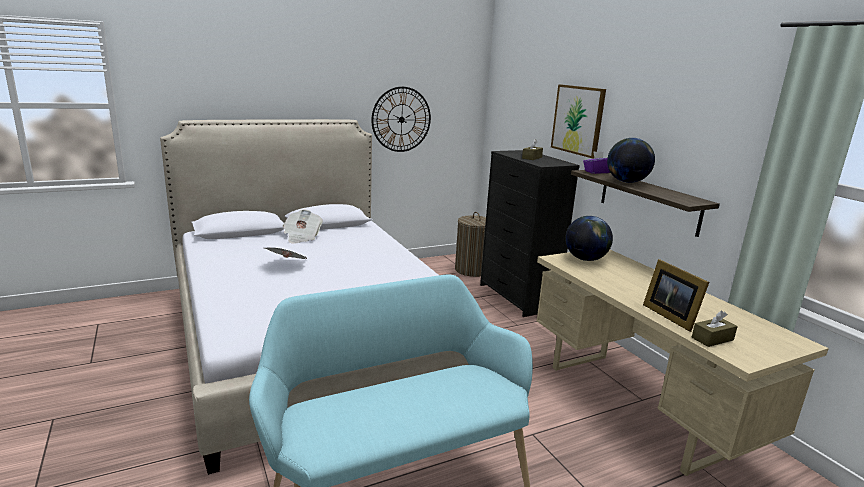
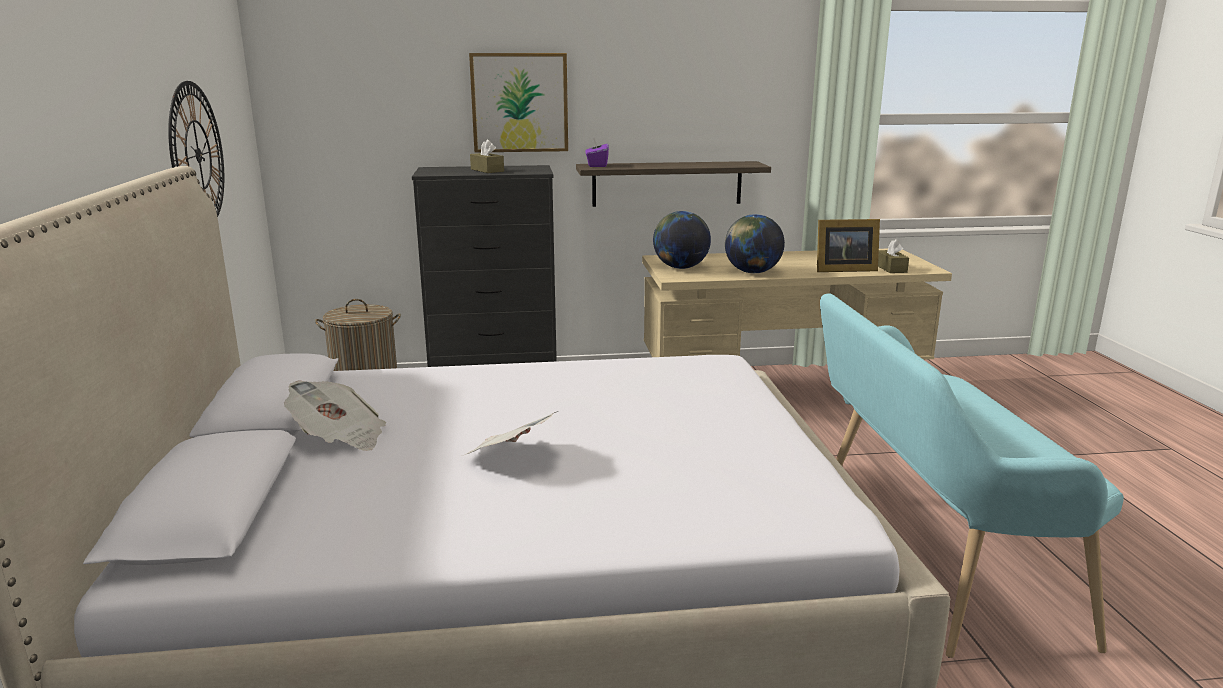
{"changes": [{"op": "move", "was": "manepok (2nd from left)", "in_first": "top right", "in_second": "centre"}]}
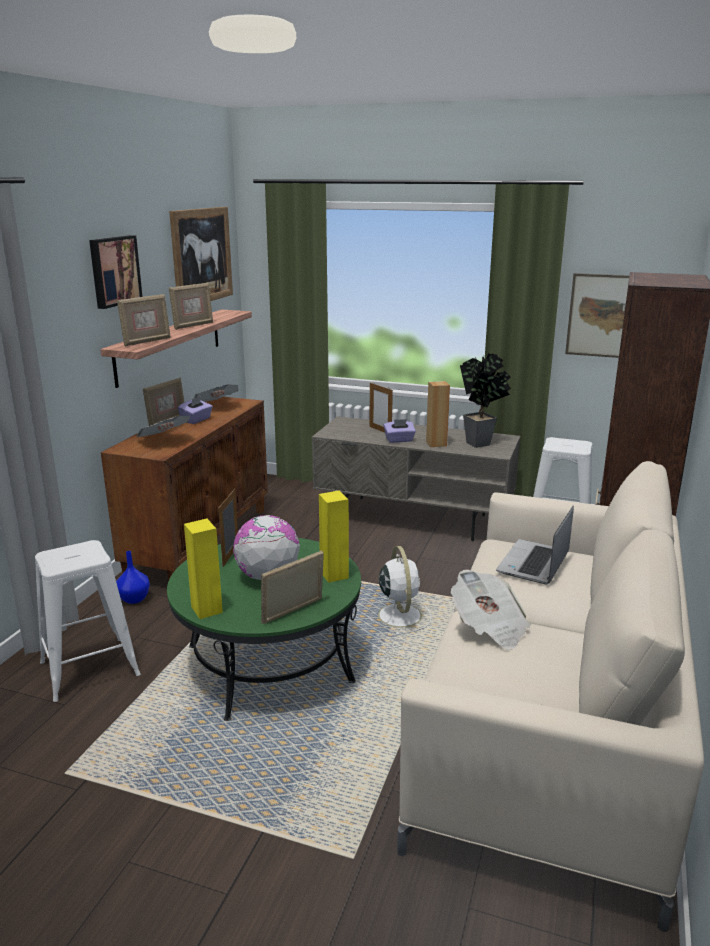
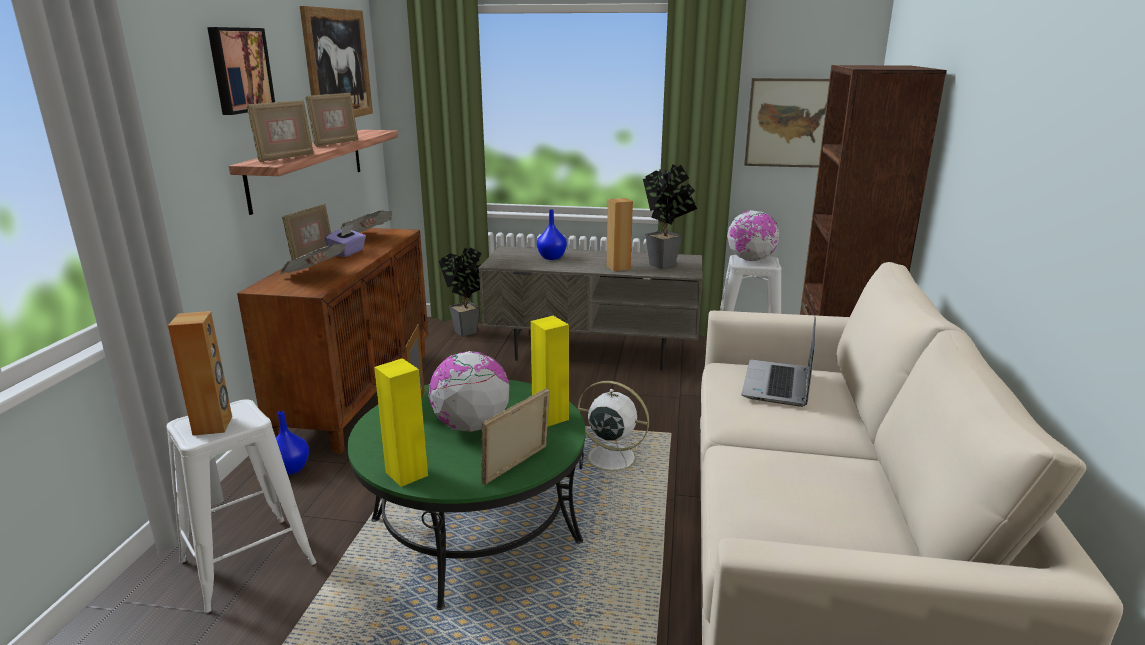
{"changes": [{"op": "delete", "was": "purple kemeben (2nd from left)", "in_first": "centre"}, {"op": "delete", "was": "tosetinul (3rd from left)", "in_first": "middle right"}, {"op": "insert", "now": "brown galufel (1st from left)", "in_second": "middle left"}, {"op": "insert", "now": "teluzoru (1st from left)", "in_second": "centre"}, {"op": "insert", "now": "manepok (2nd from left)", "in_second": "centre"}, {"op": "replace", "was": "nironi (6th from left)", "now": "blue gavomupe (2nd from left)", "in_first": "centre", "in_second": "centre"}, {"op": "rotate", "was": "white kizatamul", "in_first": "centre", "in_second": "centre", "clockwise": -45}]}
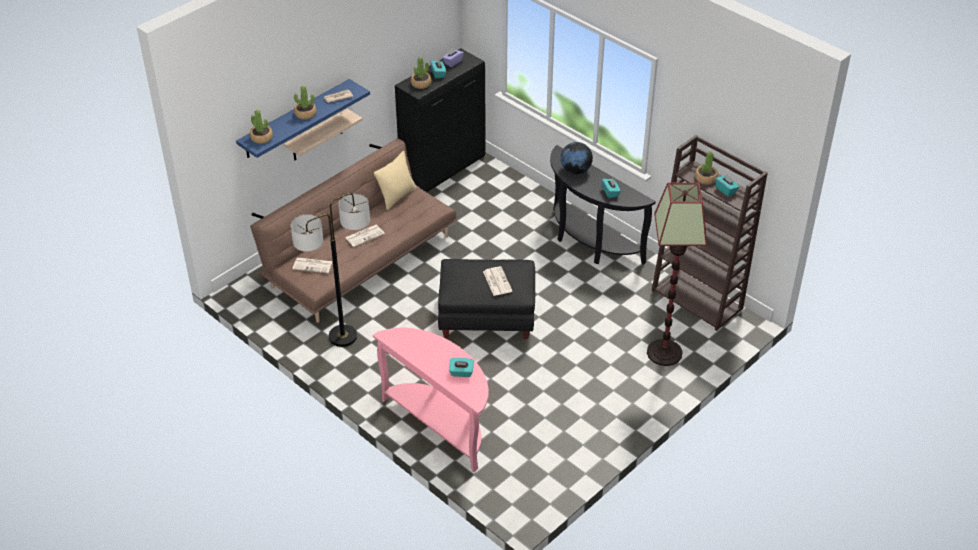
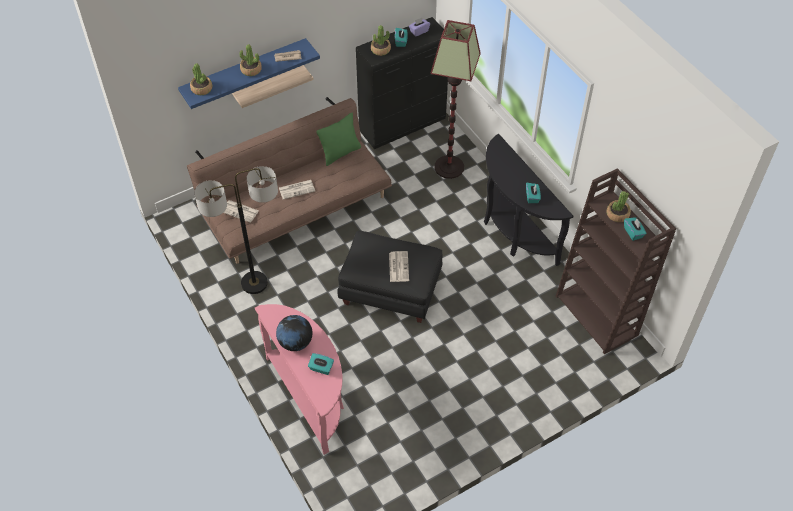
{"changes": [{"op": "move", "was": "manepok", "in_first": "top centre", "in_second": "centre"}, {"op": "move", "was": "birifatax (2nd from left)", "in_first": "middle right", "in_second": "top centre"}, {"op": "recolor", "was": "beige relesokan", "now": "green relesokan", "in_first": "top centre", "in_second": "top centre"}]}
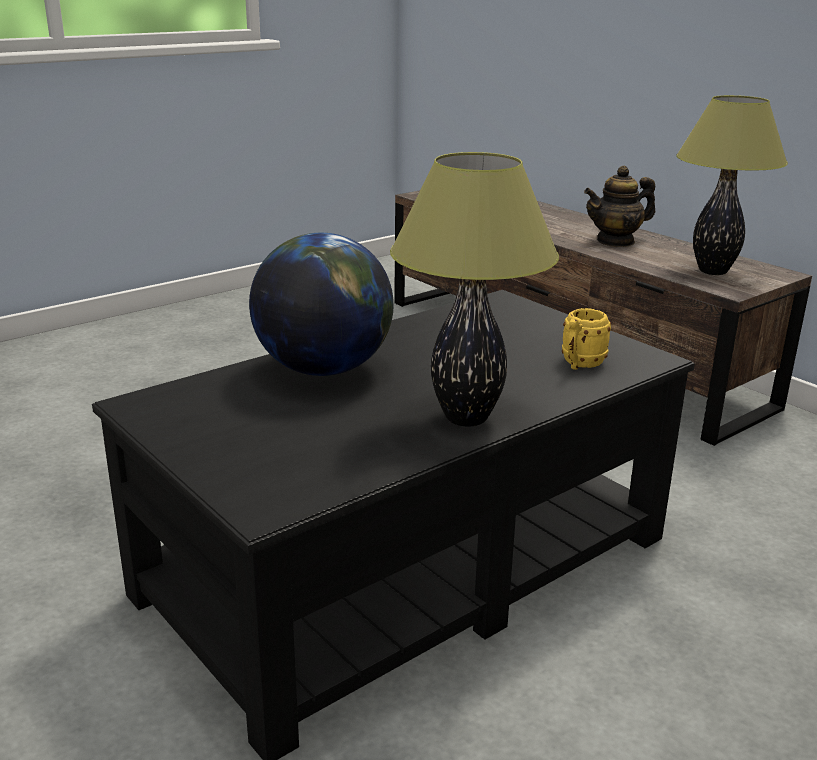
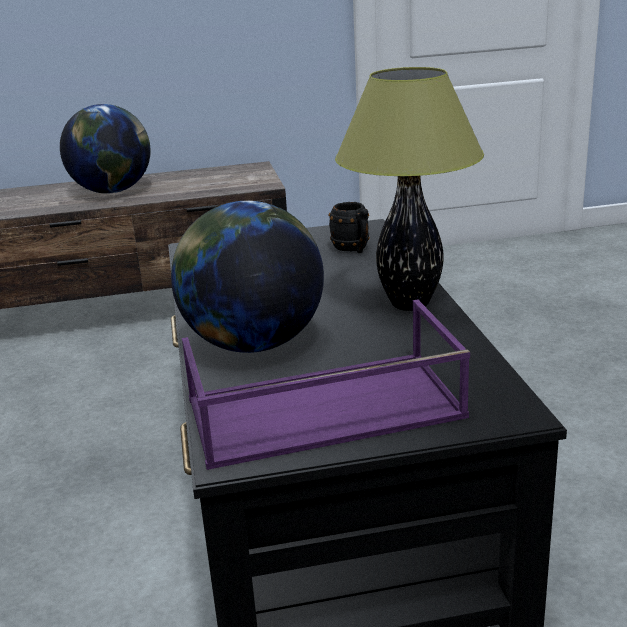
{"changes": [{"op": "delete", "was": "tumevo (2nd from left)", "in_first": "top right"}, {"op": "insert", "now": "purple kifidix", "in_second": "centre"}, {"op": "replace", "was": "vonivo", "now": "manepok (1st from left)", "in_first": "top right", "in_second": "top left"}, {"op": "recolor", "was": "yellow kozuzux", "now": "black kozuzux", "in_first": "middle right", "in_second": "centre"}]}
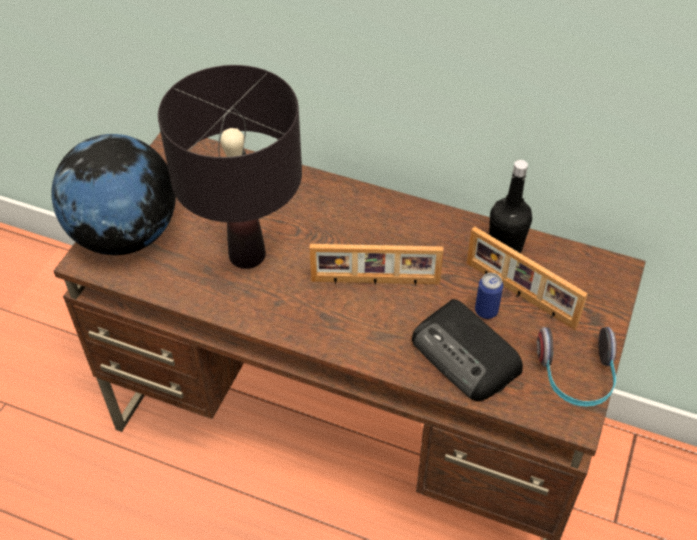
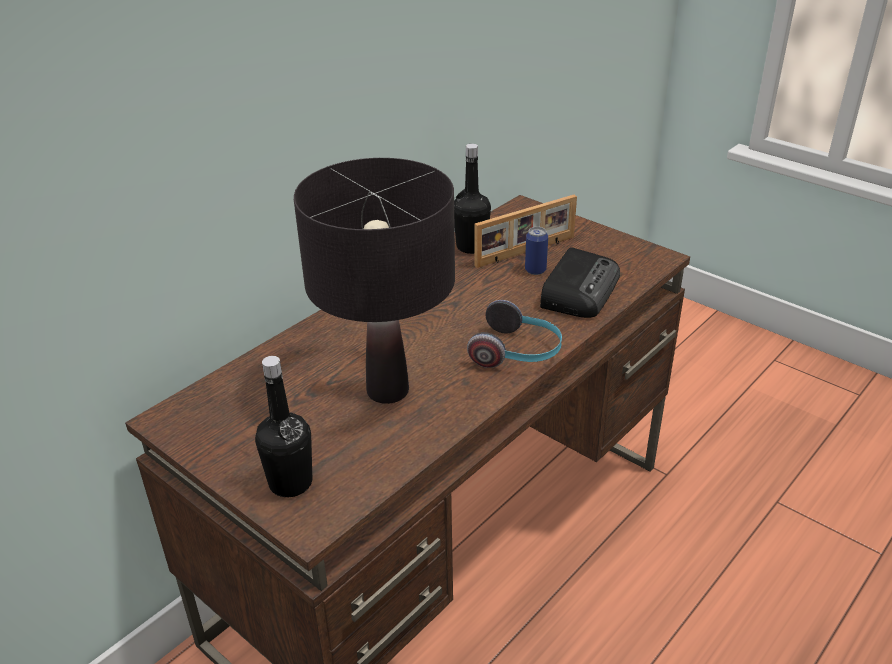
{"changes": [{"op": "delete", "was": "nironi (1st from left)", "in_first": "centre"}, {"op": "move", "was": "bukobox", "in_first": "bottom right", "in_second": "centre"}, {"op": "replace", "was": "manepok", "now": "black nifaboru (1st from left)", "in_first": "middle left", "in_second": "middle left"}, {"op": "rotate", "was": "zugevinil", "in_first": "middle right", "in_second": "centre", "clockwise": -45}]}
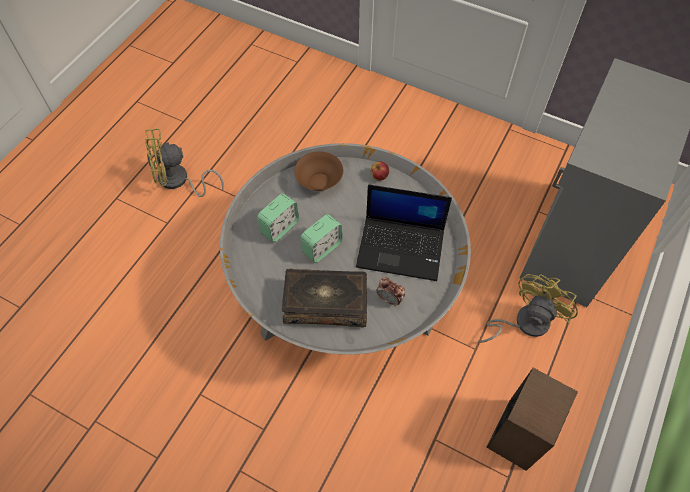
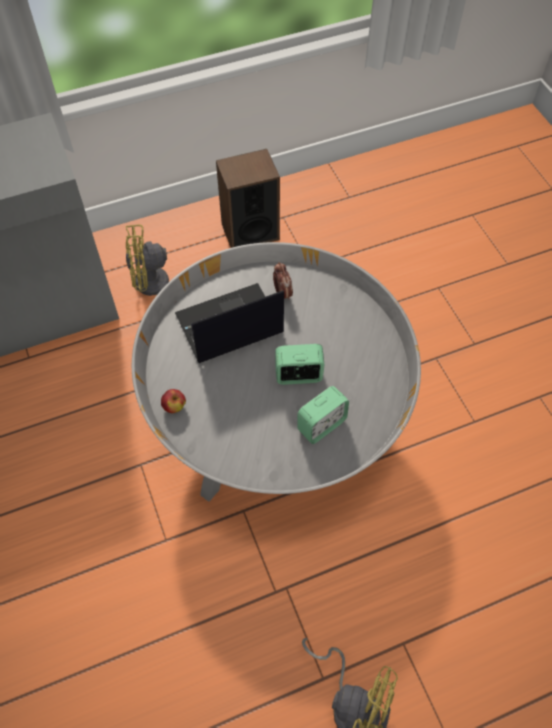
{"changes": [{"op": "delete", "was": "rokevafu", "in_first": "centre"}, {"op": "delete", "was": "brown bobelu", "in_first": "centre"}, {"op": "rotate", "was": "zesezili (1st from left in the first image)", "in_first": "centre", "in_second": "centre", "clockwise": 150}, {"op": "rotate", "was": "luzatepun", "in_first": "centre", "in_second": "centre", "clockwise": -75}]}
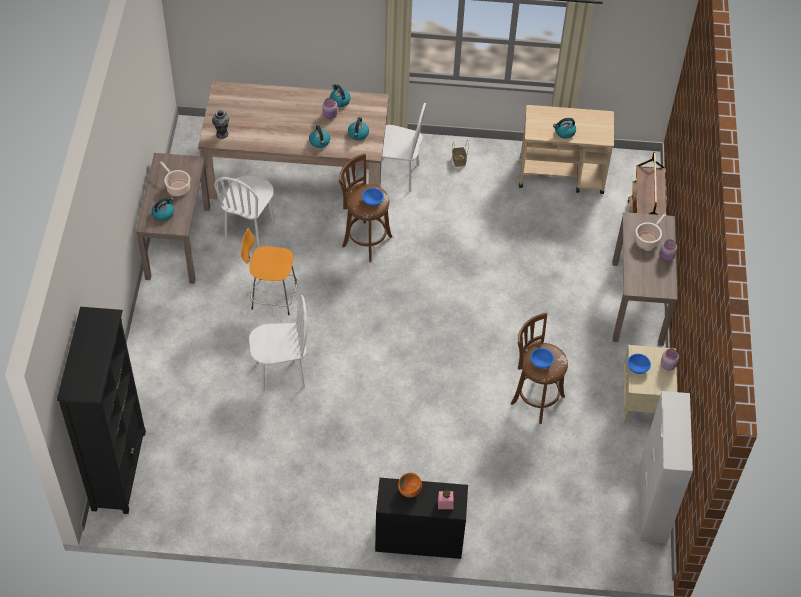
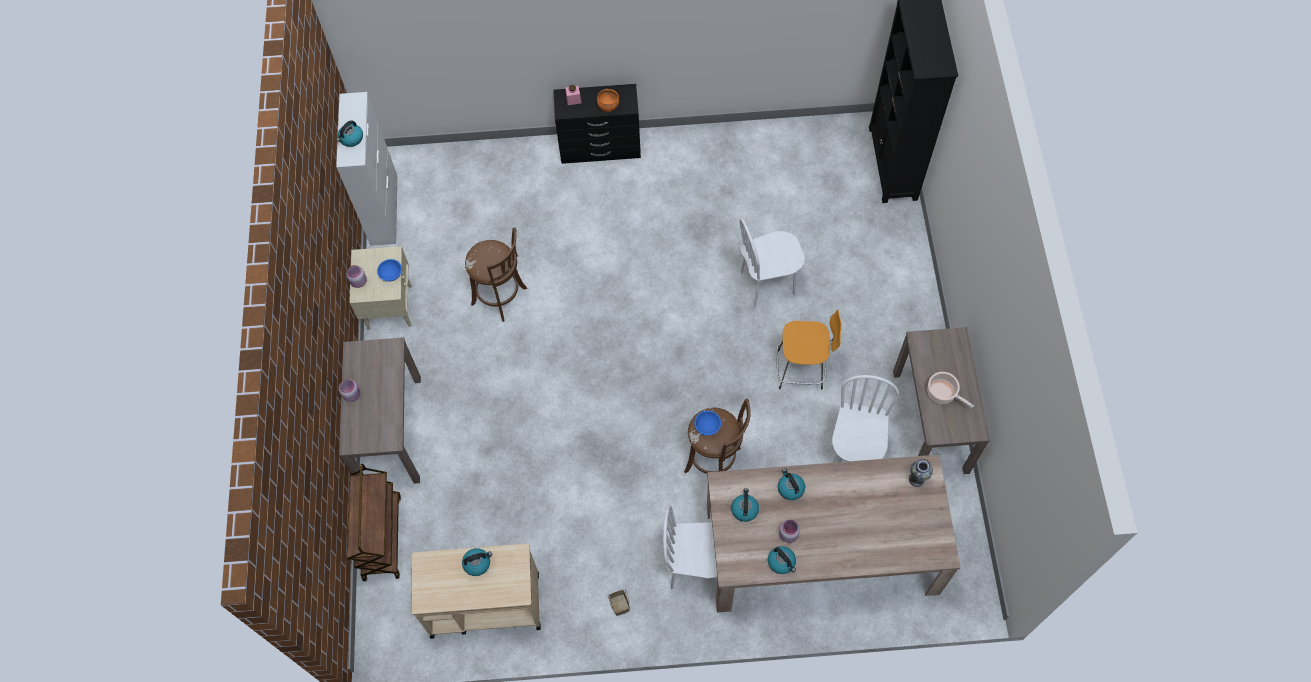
{"changes": [{"op": "delete", "was": "blue bobelu (2nd from left)", "in_first": "middle right"}, {"op": "delete", "was": "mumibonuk (2nd from left)", "in_first": "middle right"}, {"op": "move", "was": "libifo (1st from left)", "in_first": "middle left", "in_second": "top left"}]}
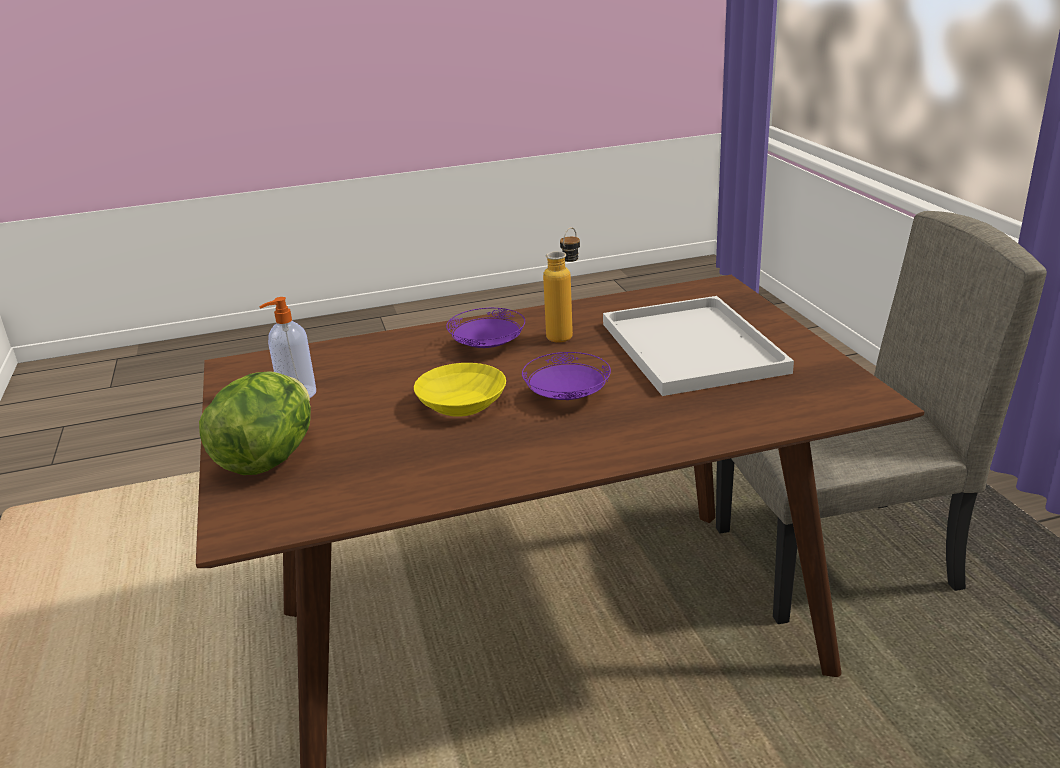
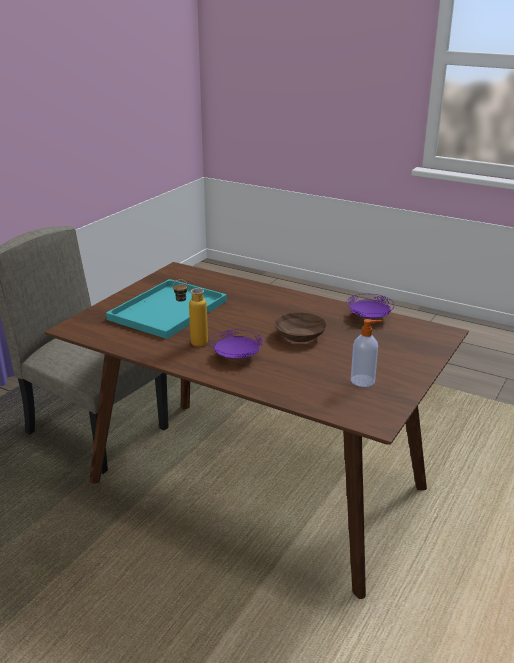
{"changes": [{"op": "delete", "was": "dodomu", "in_first": "middle left"}, {"op": "move", "was": "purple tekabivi (2nd from left)", "in_first": "centre", "in_second": "middle right"}, {"op": "recolor", "was": "yellow bobelu", "now": "brown bobelu", "in_first": "centre", "in_second": "centre"}, {"op": "recolor", "was": "white kifidix", "now": "turquoise kifidix", "in_first": "centre", "in_second": "middle left"}]}
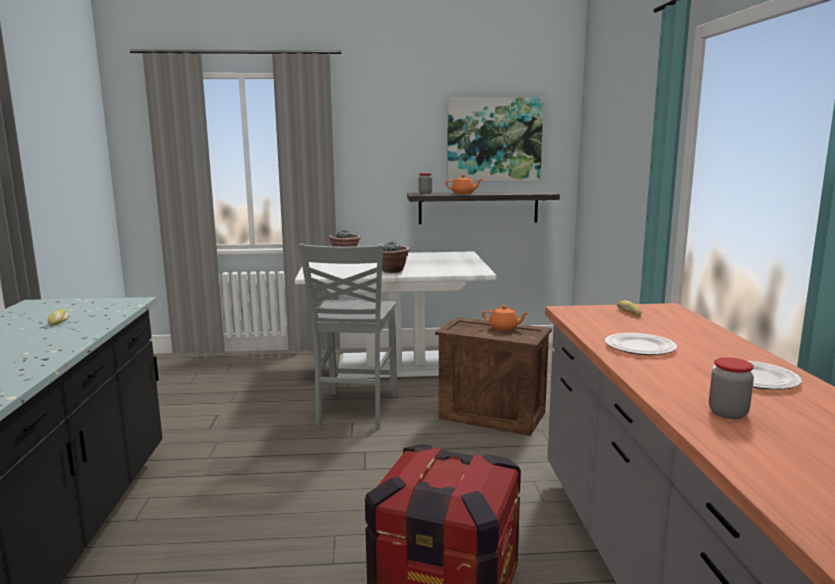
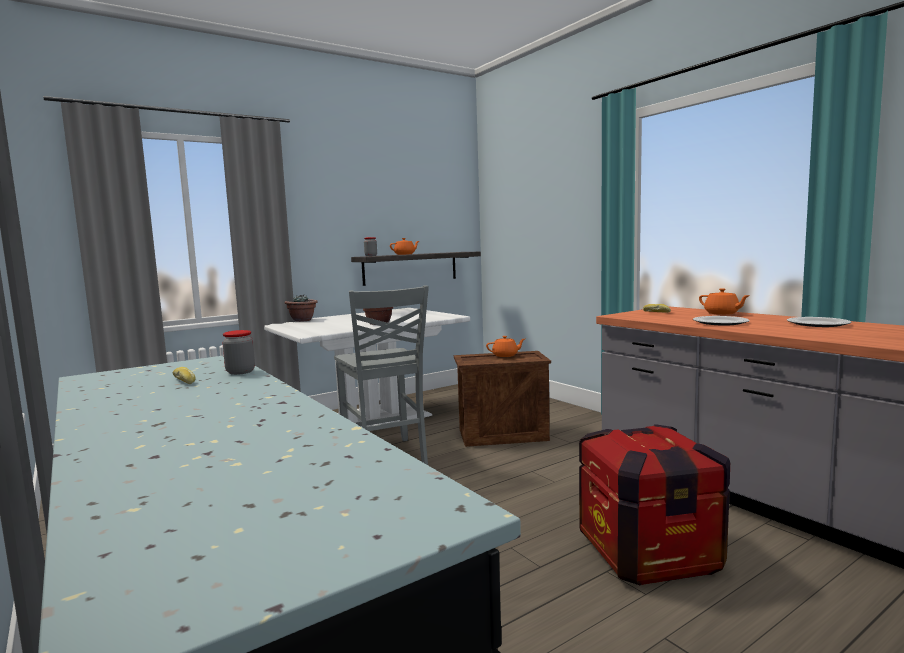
{"changes": [{"op": "delete", "was": "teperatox", "in_first": "top centre"}, {"op": "insert", "now": "orange vonivo (3rd from left)", "in_second": "middle right"}, {"op": "move", "was": "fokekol (2nd from left in the first image)", "now": "fokekol (1st from left)", "in_first": "middle right", "in_second": "middle left"}]}
